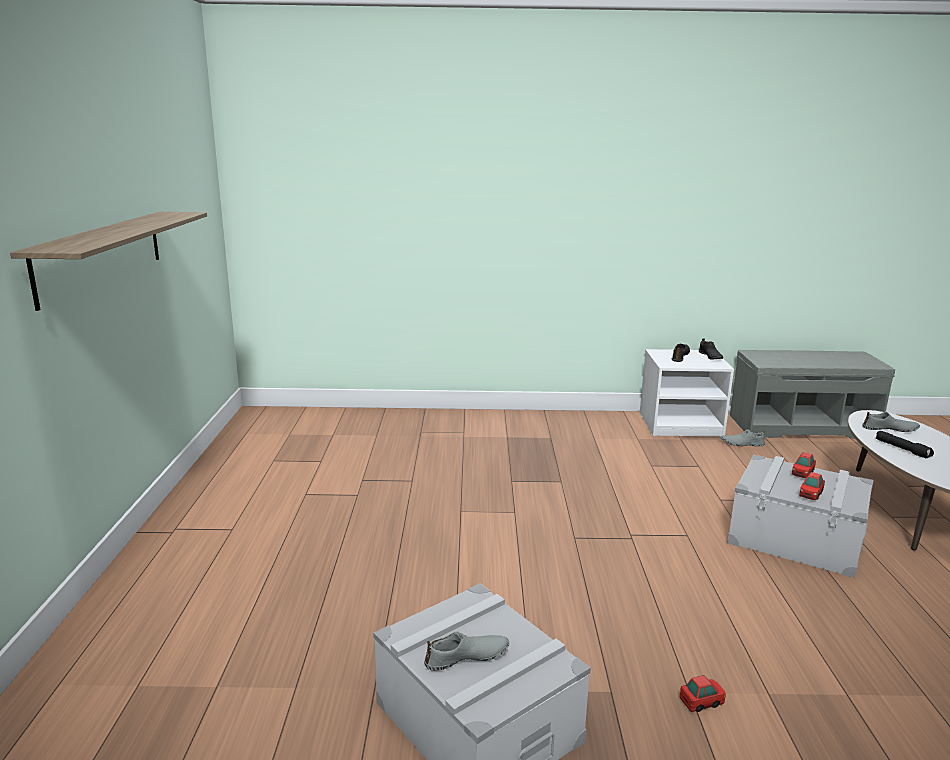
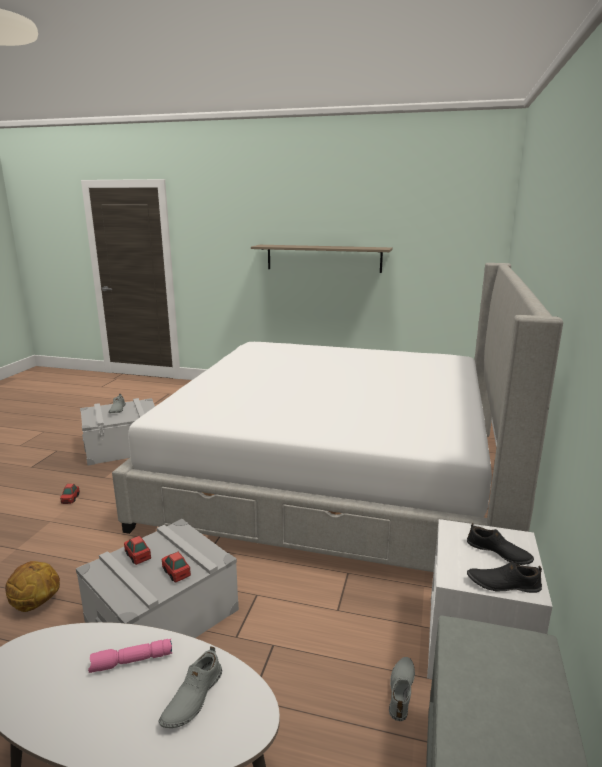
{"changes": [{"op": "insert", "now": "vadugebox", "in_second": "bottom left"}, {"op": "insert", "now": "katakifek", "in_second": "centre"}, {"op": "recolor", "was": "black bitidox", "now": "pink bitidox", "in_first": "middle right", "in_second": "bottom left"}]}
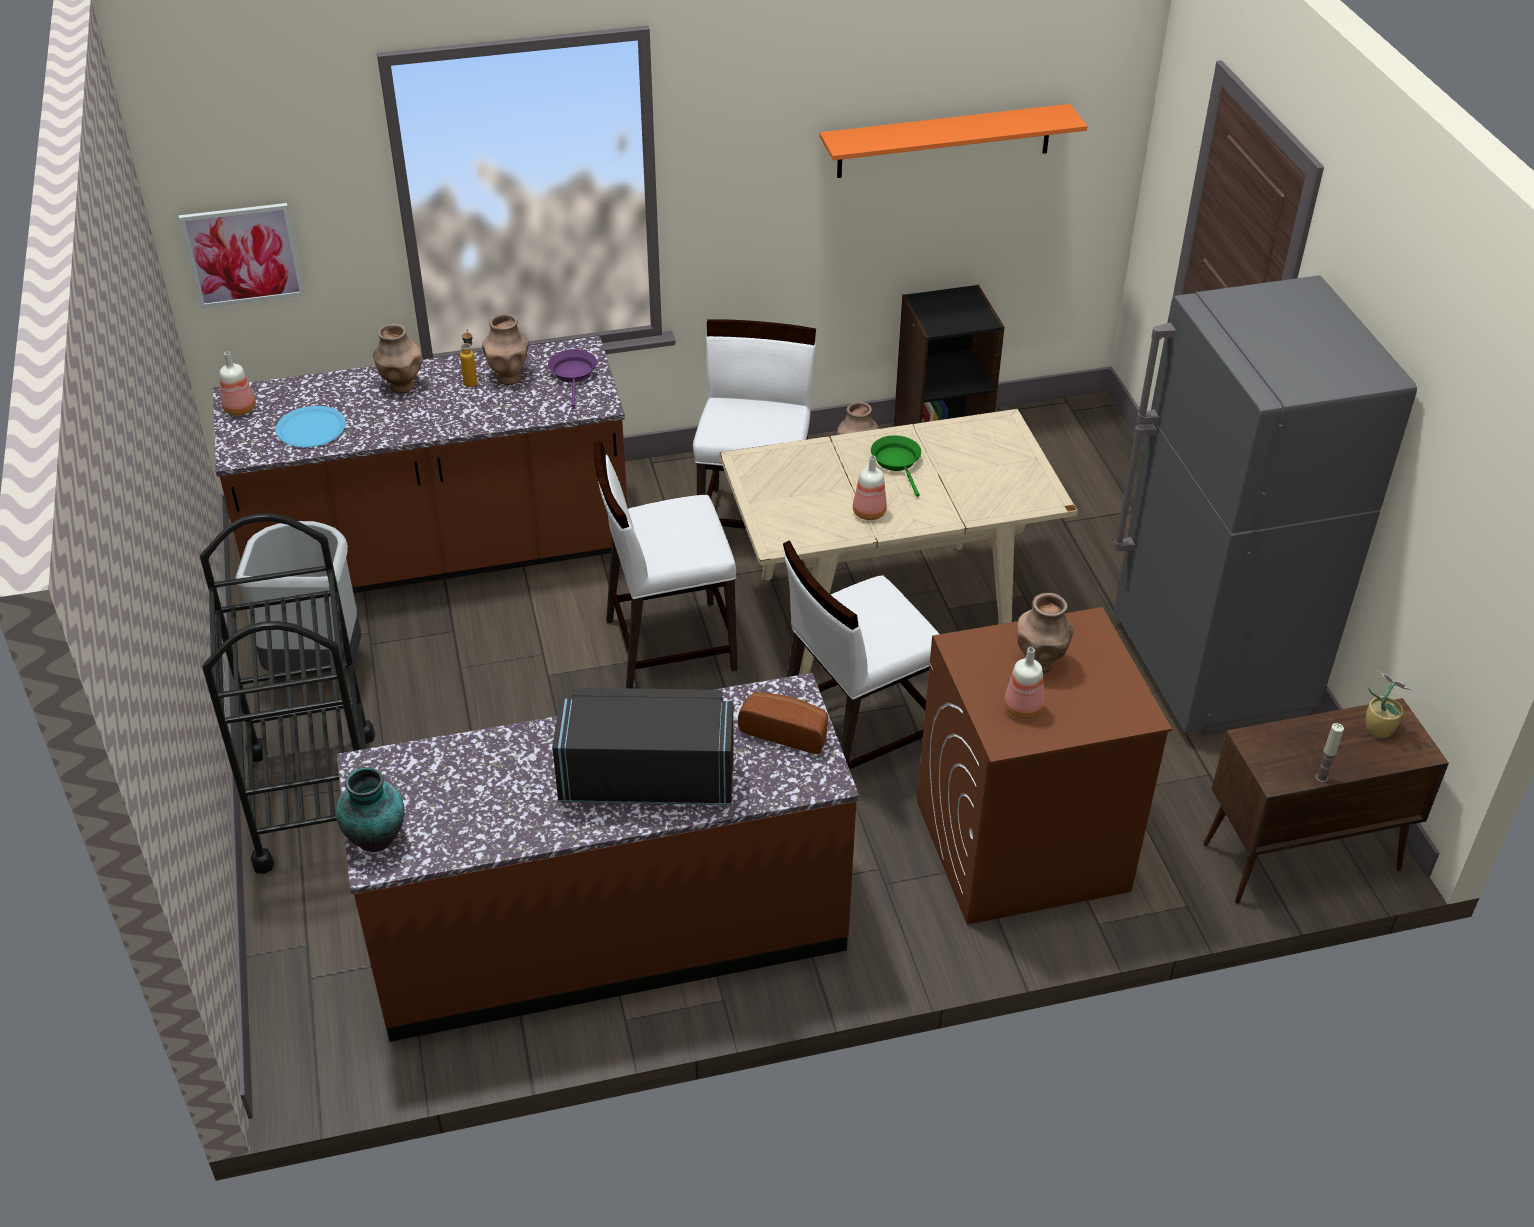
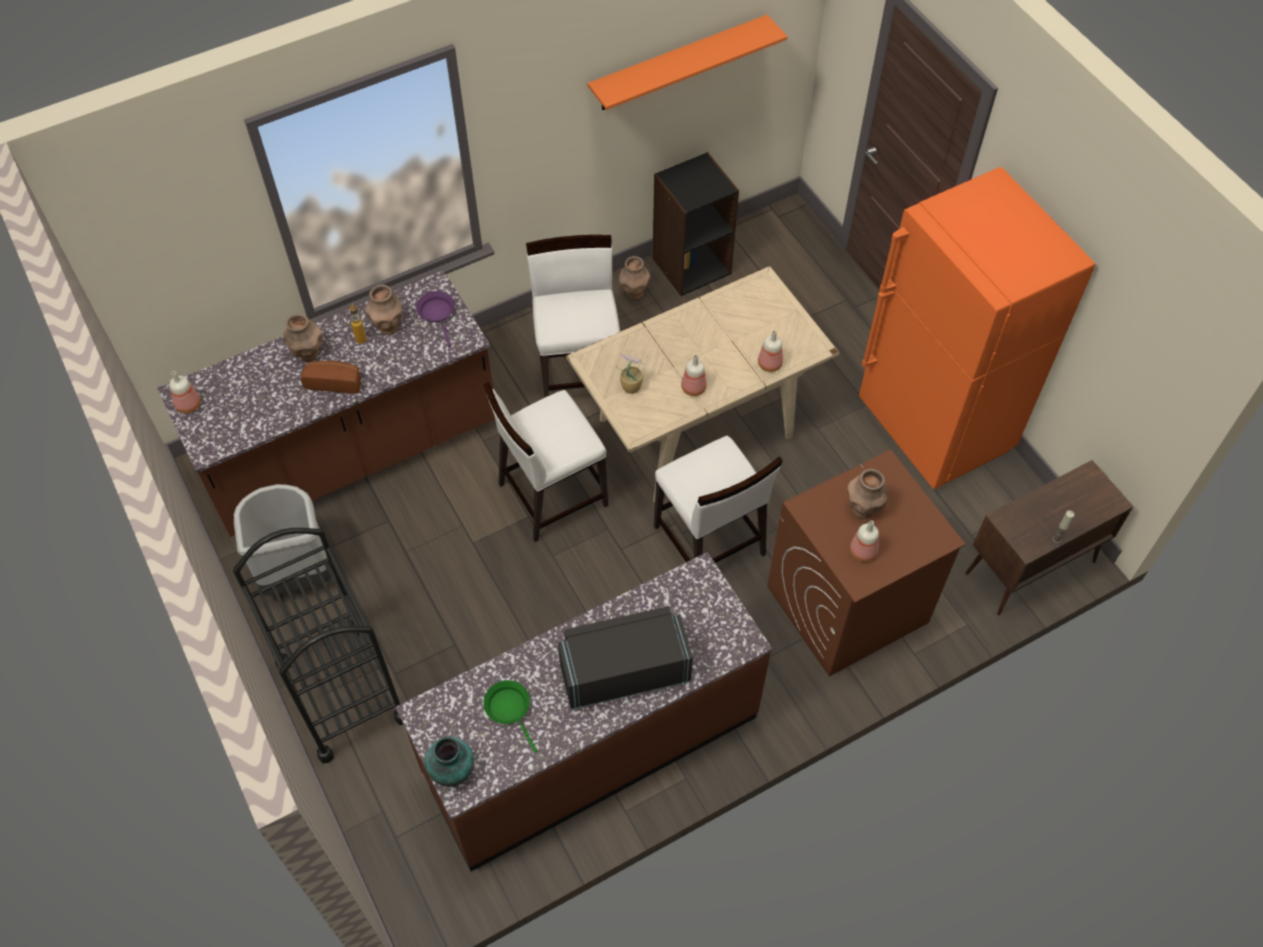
{"changes": [{"op": "delete", "was": "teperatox", "in_first": "top left"}, {"op": "delete", "was": "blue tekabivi", "in_first": "middle left"}, {"op": "insert", "now": "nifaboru (4th from left)", "in_second": "centre"}, {"op": "move", "was": "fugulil", "in_first": "centre", "in_second": "middle left"}, {"op": "move", "was": "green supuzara", "in_first": "centre", "in_second": "bottom centre"}, {"op": "move", "was": "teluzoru", "in_first": "middle right", "in_second": "centre"}, {"op": "recolor", "was": "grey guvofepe", "now": "orange guvofepe", "in_first": "middle right", "in_second": "middle right"}, {"op": "rotate", "was": "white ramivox (3rd from left)", "in_first": "centre", "in_second": "centre", "clockwise": -75}]}
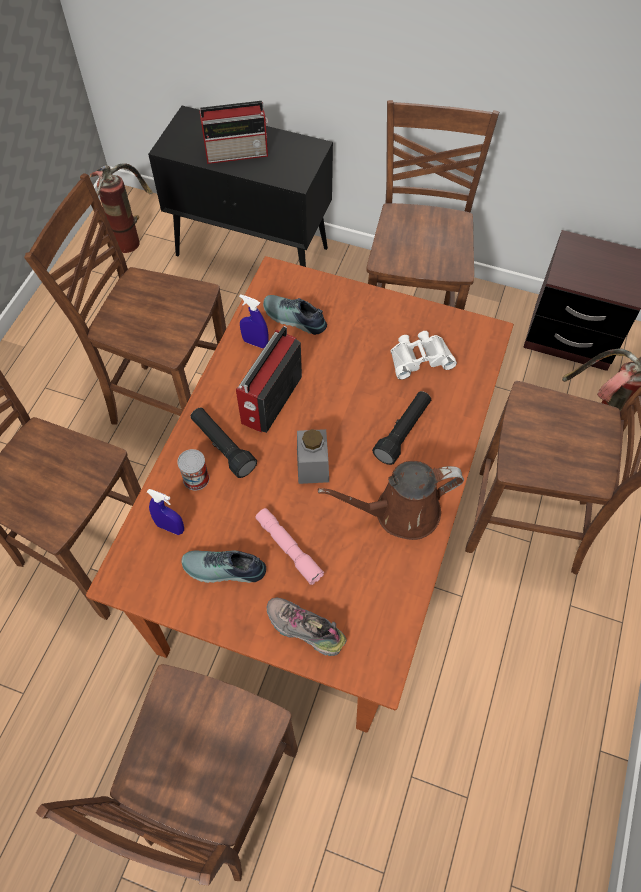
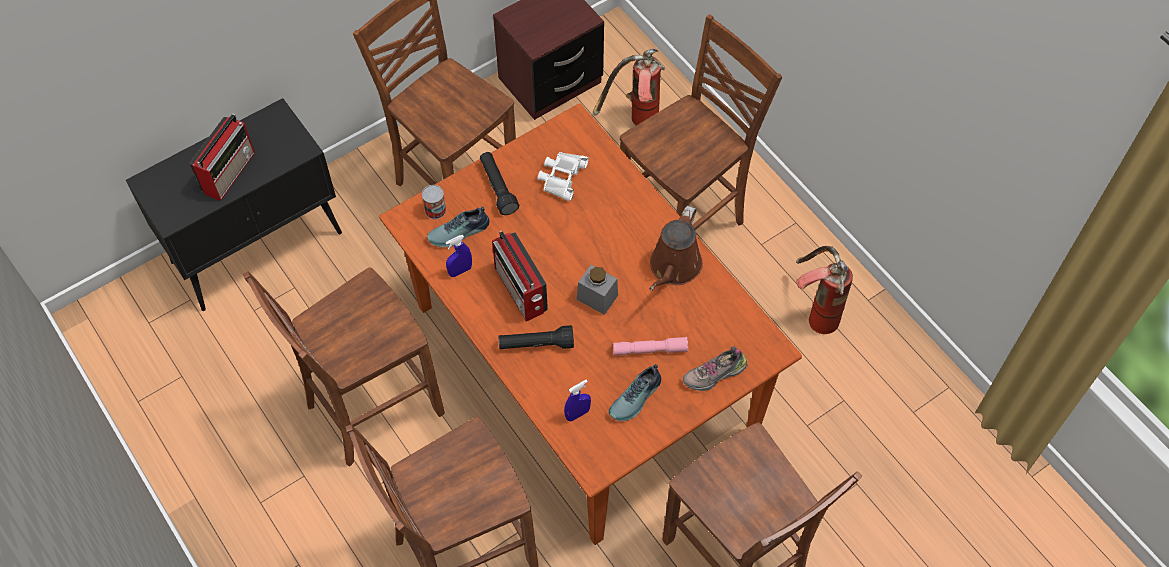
{"changes": [{"op": "move", "was": "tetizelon (1st from left in the first image)", "now": "tetizelon (2nd from left)", "in_first": "top left", "in_second": "middle right"}, {"op": "move", "was": "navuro", "in_first": "middle left", "in_second": "centre"}, {"op": "move", "was": "black bitidox (2nd from left in the first image)", "now": "black bitidox (1st from left)", "in_first": "centre", "in_second": "top centre"}]}
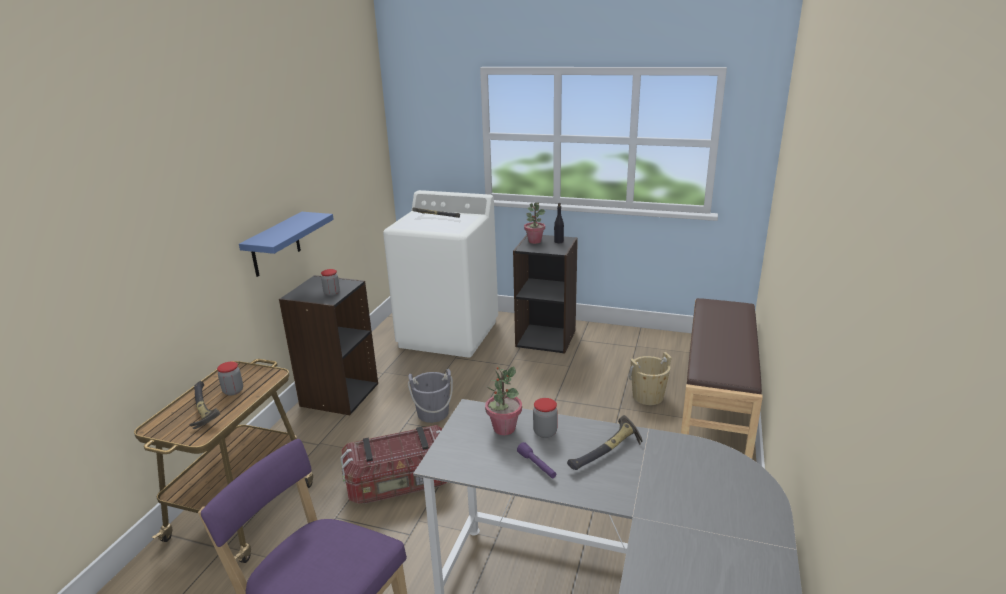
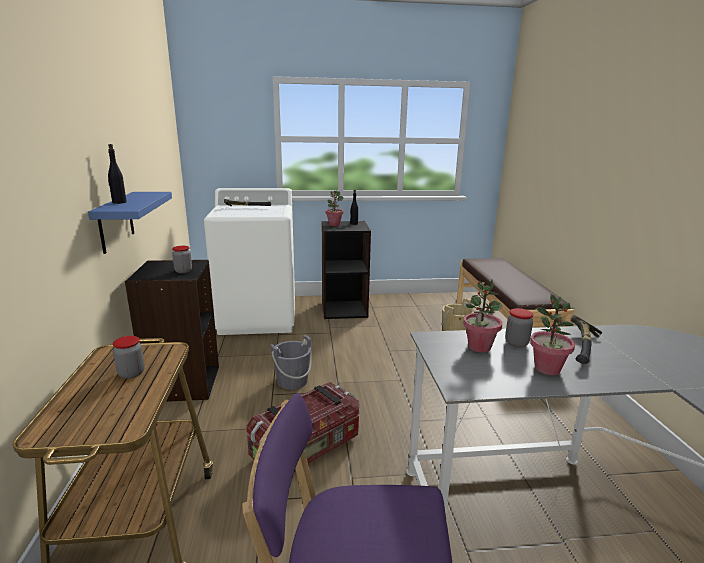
{"changes": [{"op": "delete", "was": "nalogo (1st from left)", "in_first": "bottom left"}, {"op": "insert", "now": "black nifaboru (1st from left)", "in_second": "top left"}, {"op": "replace", "was": "purple bitidox", "now": "teluzoru (3rd from left)", "in_first": "bottom centre", "in_second": "middle right"}]}
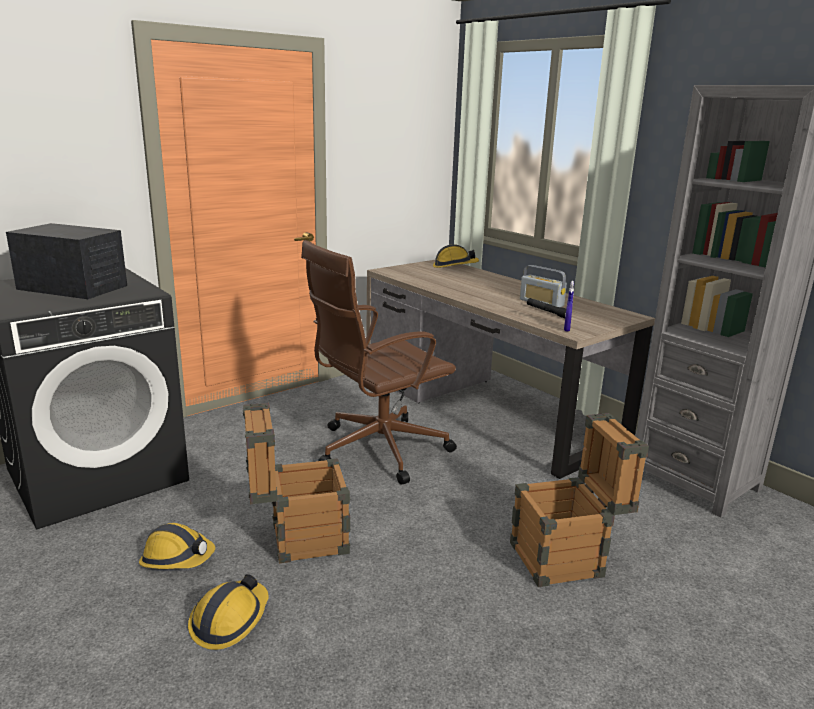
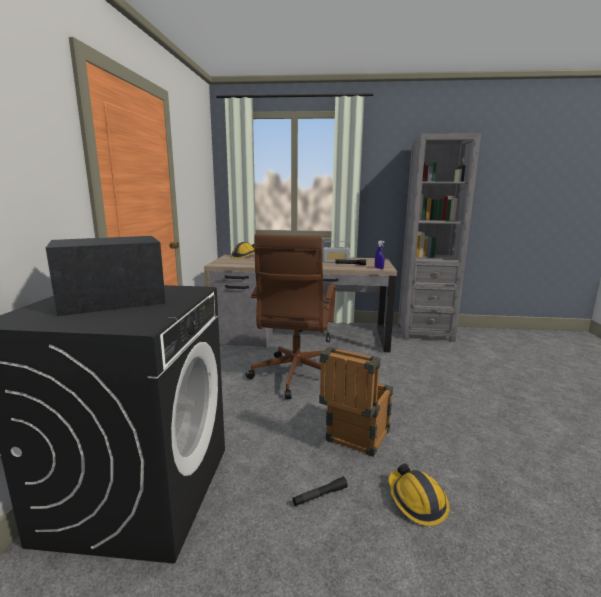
{"changes": [{"op": "delete", "was": "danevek (2nd from left)", "in_first": "bottom right"}, {"op": "replace", "was": "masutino (1st from left)", "now": "black bitidox (1st from left)", "in_first": "bottom left", "in_second": "bottom centre"}]}
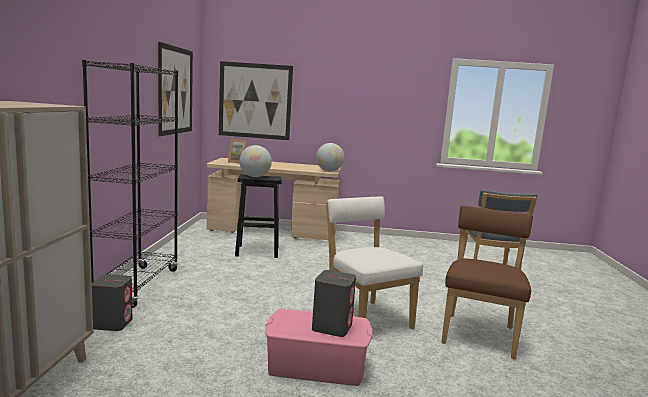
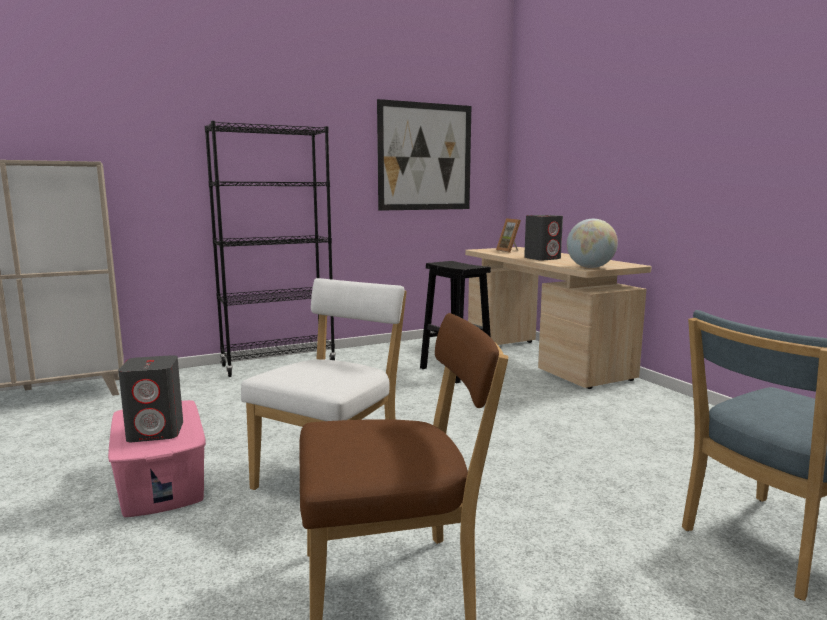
{"changes": [{"op": "delete", "was": "teperatox (2nd from left)", "in_first": "top centre"}, {"op": "delete", "was": "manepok (1st from left)", "in_first": "centre"}, {"op": "move", "was": "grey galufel (1st from left in the first image)", "now": "grey galufel (2nd from left)", "in_first": "bottom left", "in_second": "centre"}]}
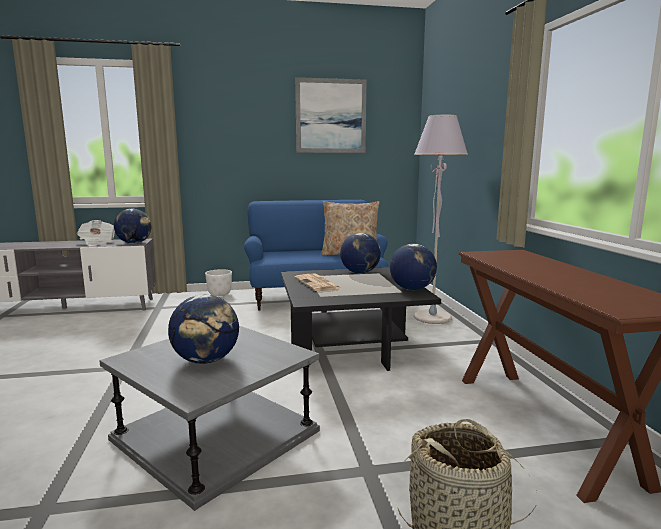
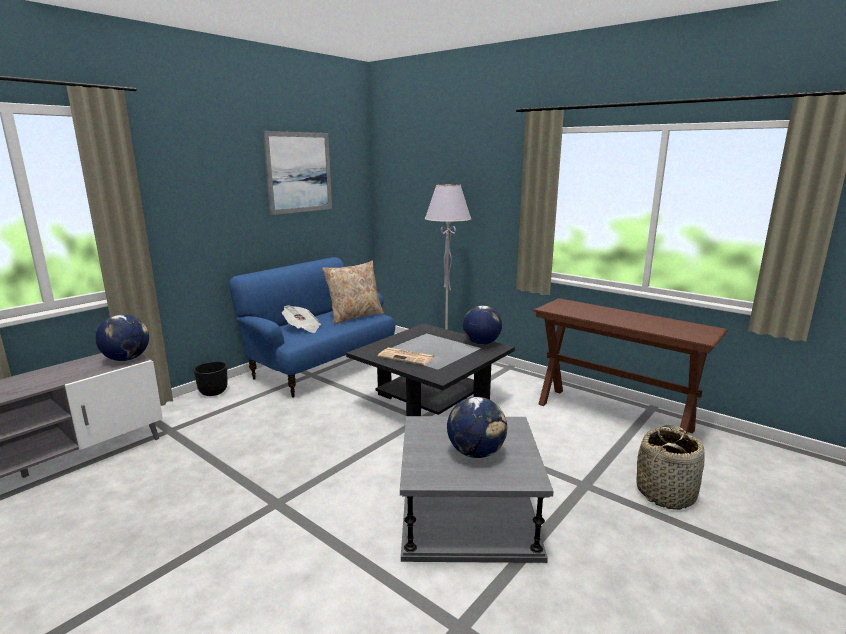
{"changes": [{"op": "delete", "was": "manepok (3rd from left)", "in_first": "centre"}, {"op": "move", "was": "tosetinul (1st from left)", "in_first": "middle left", "in_second": "centre"}, {"op": "recolor", "was": "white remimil", "now": "black remimil", "in_first": "middle left", "in_second": "middle left"}]}
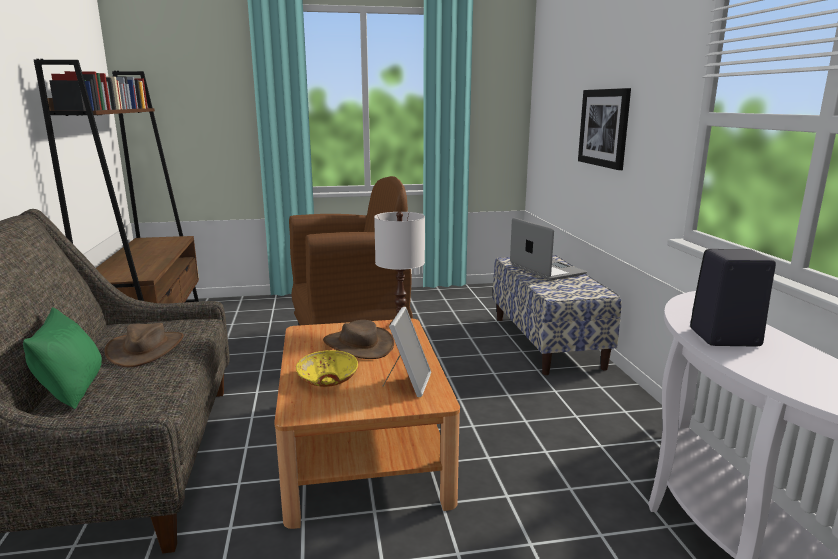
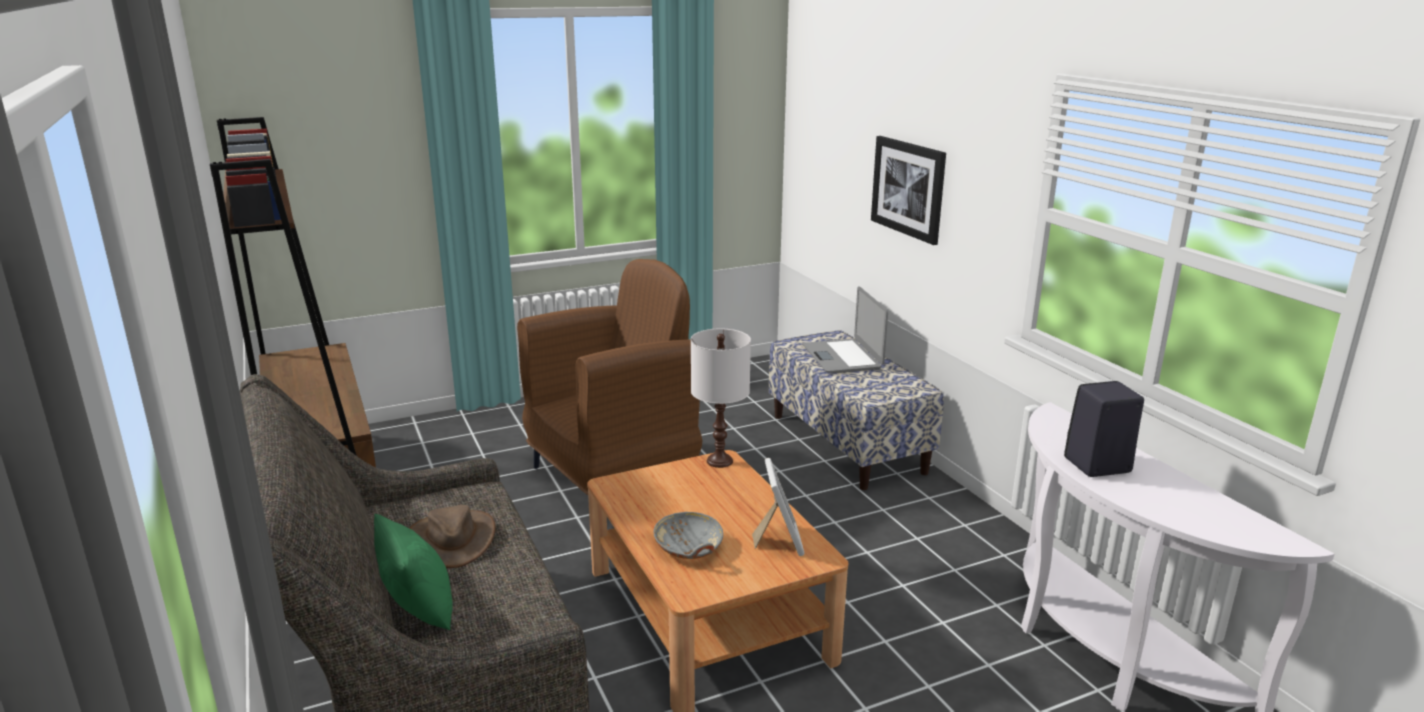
{"changes": [{"op": "delete", "was": "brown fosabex (2nd from left)", "in_first": "centre"}, {"op": "recolor", "was": "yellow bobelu", "now": "grey bobelu", "in_first": "centre", "in_second": "bottom centre"}, {"op": "rotate", "was": "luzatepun", "in_first": "centre", "in_second": "centre", "clockwise": -150}]}
